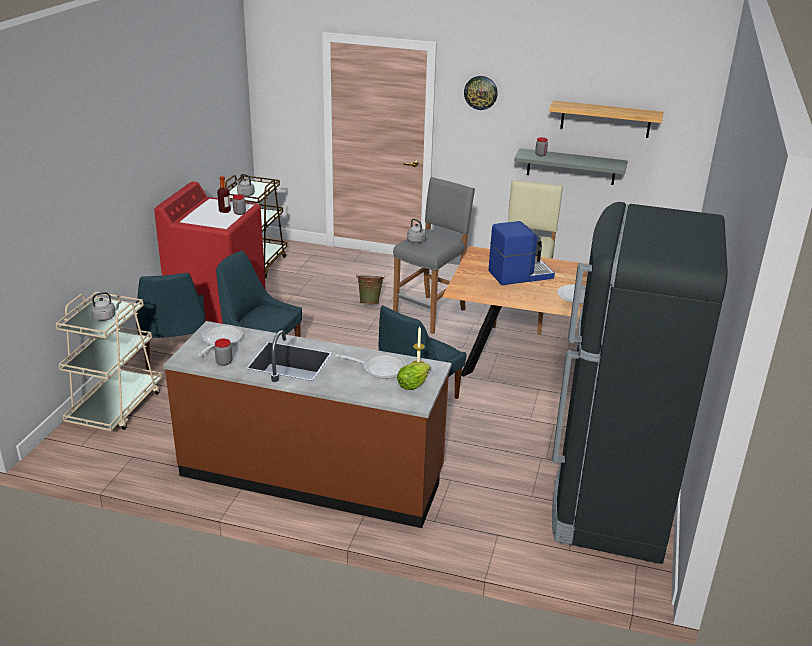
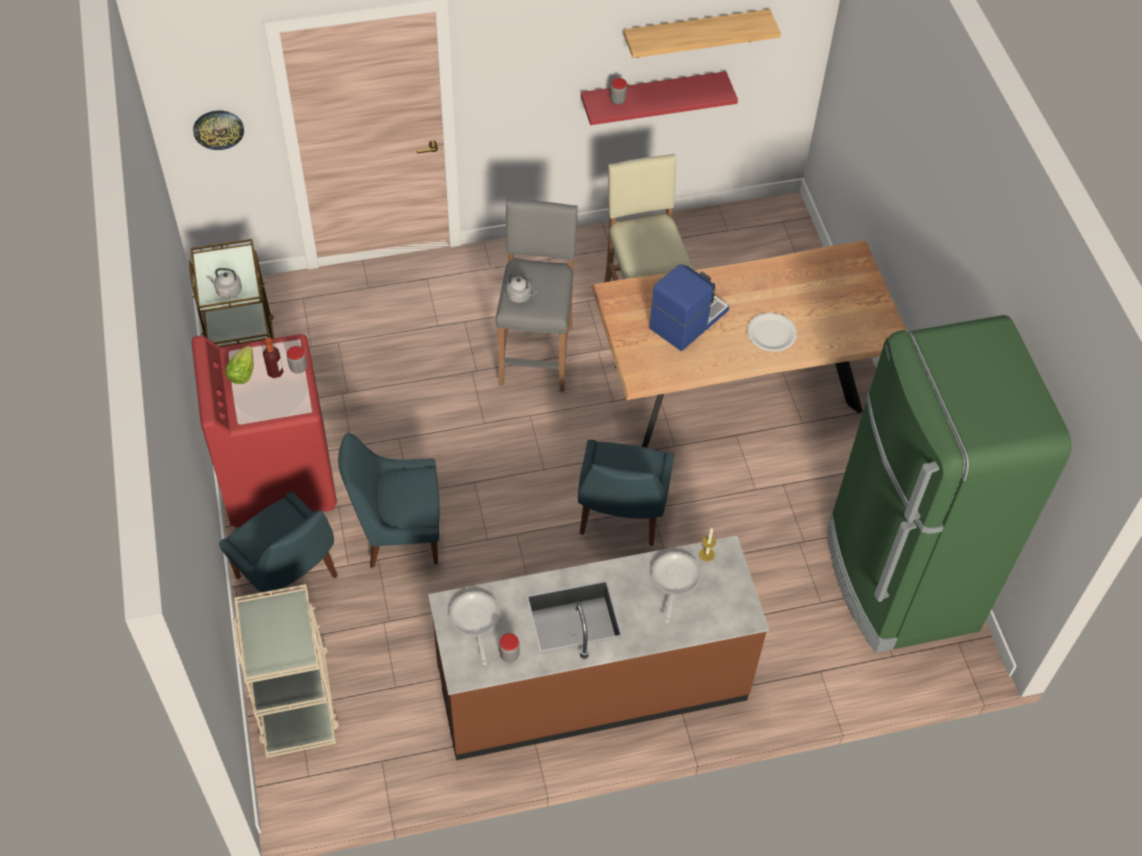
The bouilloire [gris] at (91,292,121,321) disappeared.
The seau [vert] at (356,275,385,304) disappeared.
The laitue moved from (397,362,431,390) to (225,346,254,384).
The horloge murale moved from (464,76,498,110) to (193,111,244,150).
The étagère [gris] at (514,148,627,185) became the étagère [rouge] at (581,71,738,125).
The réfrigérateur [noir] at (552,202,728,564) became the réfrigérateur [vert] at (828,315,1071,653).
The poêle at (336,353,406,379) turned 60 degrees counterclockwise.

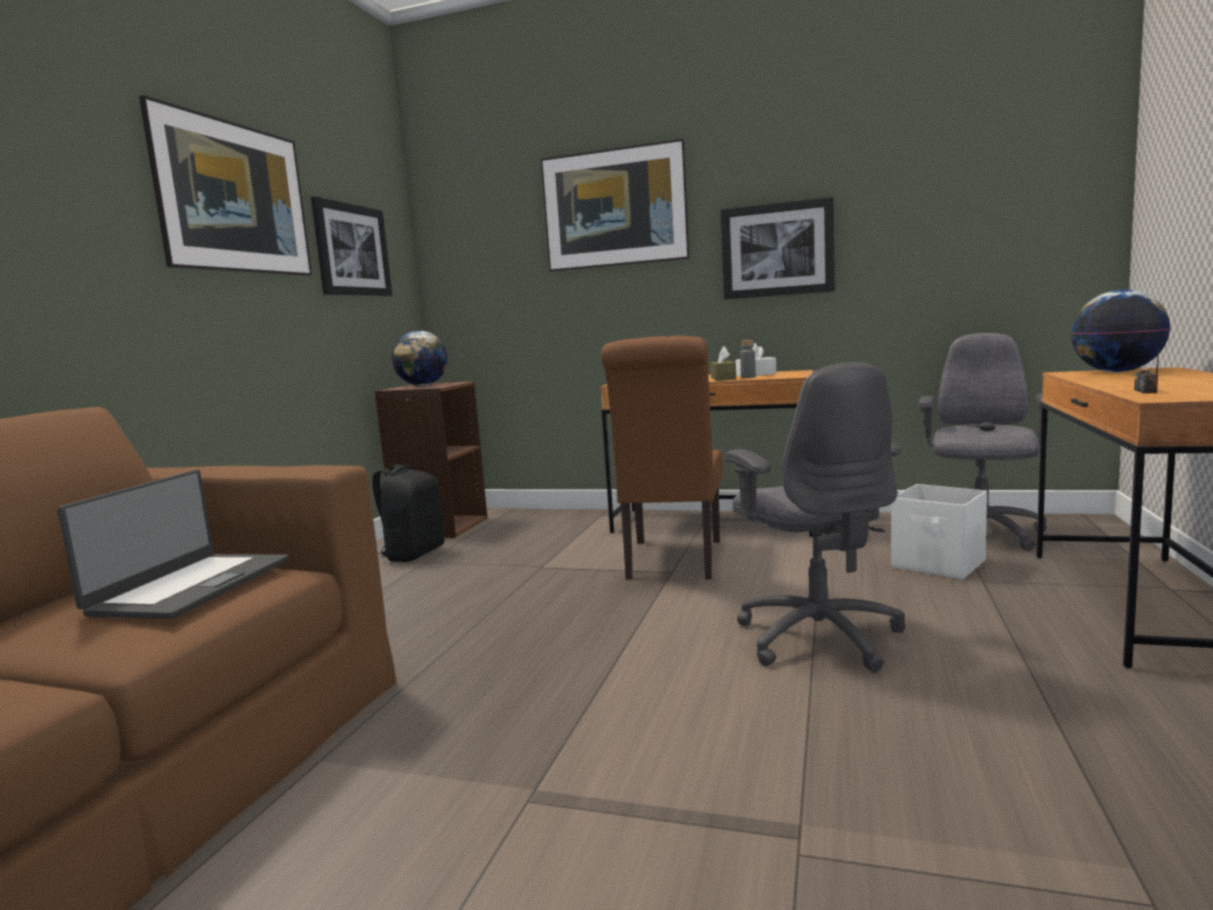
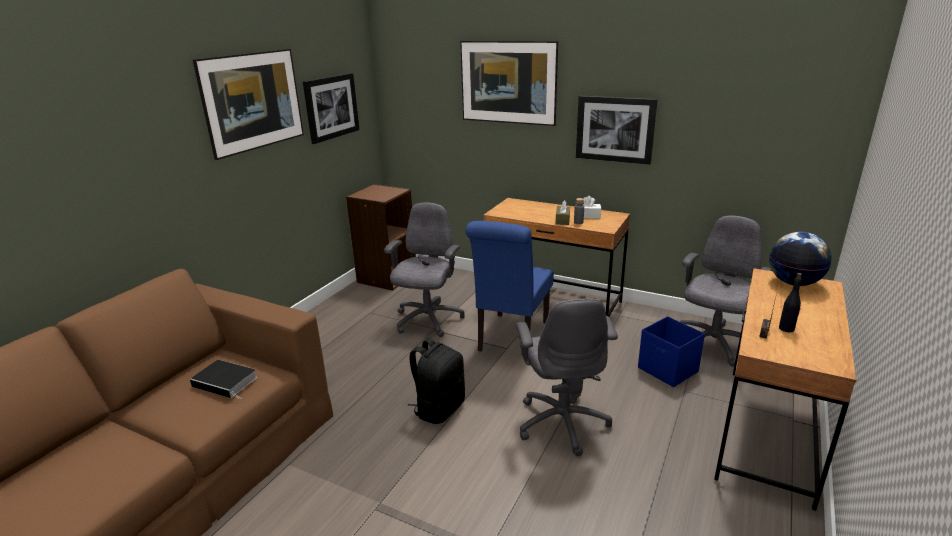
The globe at (392,331,448,386) disappeared.
The chaise de bureau [gris] at (384,202,465,337) appeared.
The bouteille [noir] at (779,273,802,332) appeared.
The sac à dos [noir] moved from (372,465,445,562) to (408,338,465,424).
The ordinateur portable at (57,470,289,619) was replaced by the livre at (190,360,257,399).
The chaise [marron] at (601,336,723,580) became the chaise [bleu] at (466,221,554,359).
The boîte de rangement [blanc] at (891,484,987,580) became the boîte de rangement [bleu] at (638,316,705,387).

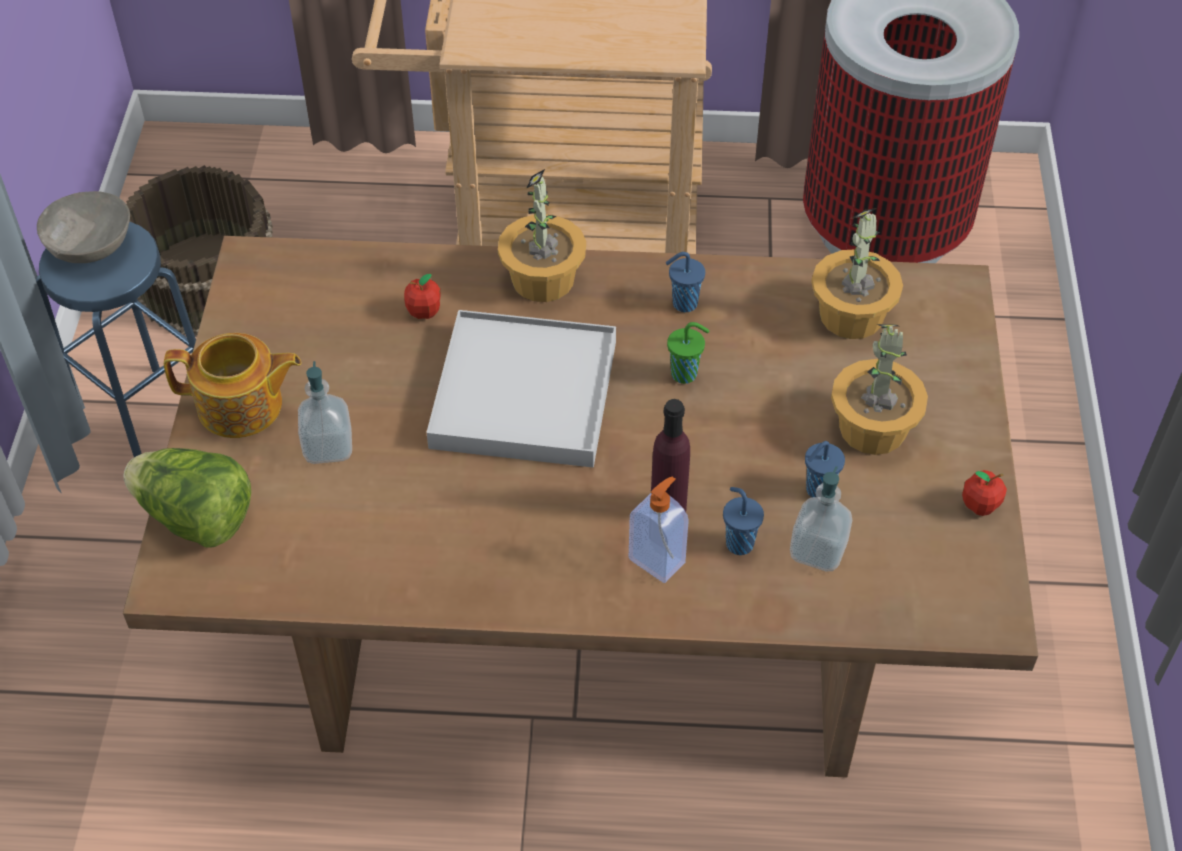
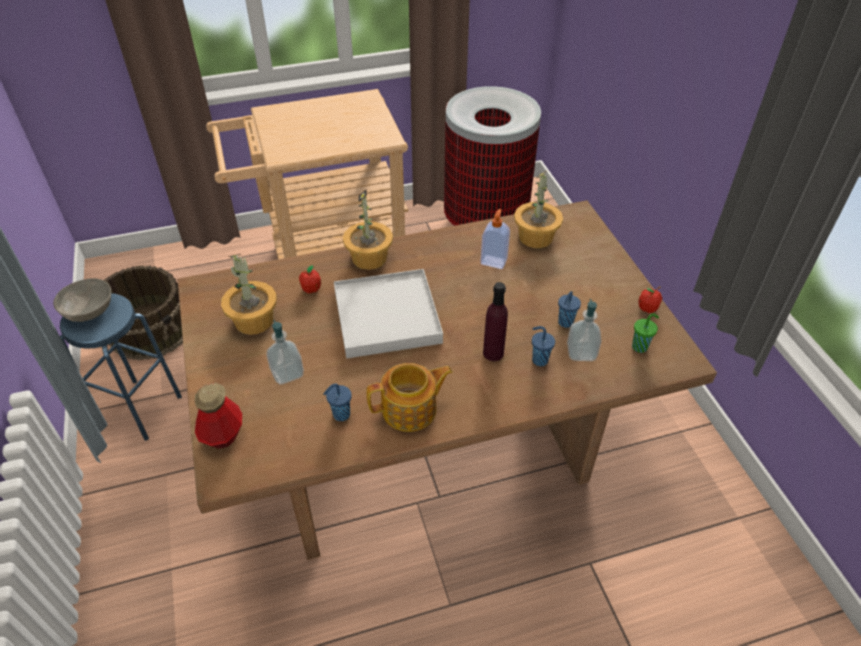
The théière moved from (164,333,301,438) to (366,363,453,432).
The distributeur de savon moved from (629,477,689,583) to (480,209,510,269).
The tasse [bleu] moved from (666,252,705,312) to (323,384,351,421).
The tasse [vert] moved from (667,322,709,384) to (632,313,659,353).
The plante en pot moved from (831,324,928,455) to (221,254,277,335).
The laitue at (123,448,251,548) was replaced by the bouteille at (194,383,242,449).

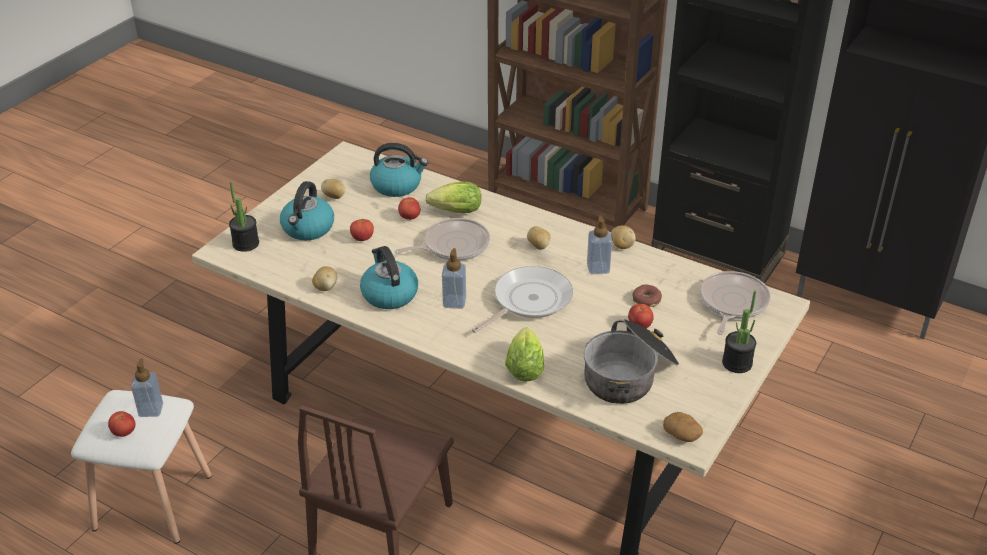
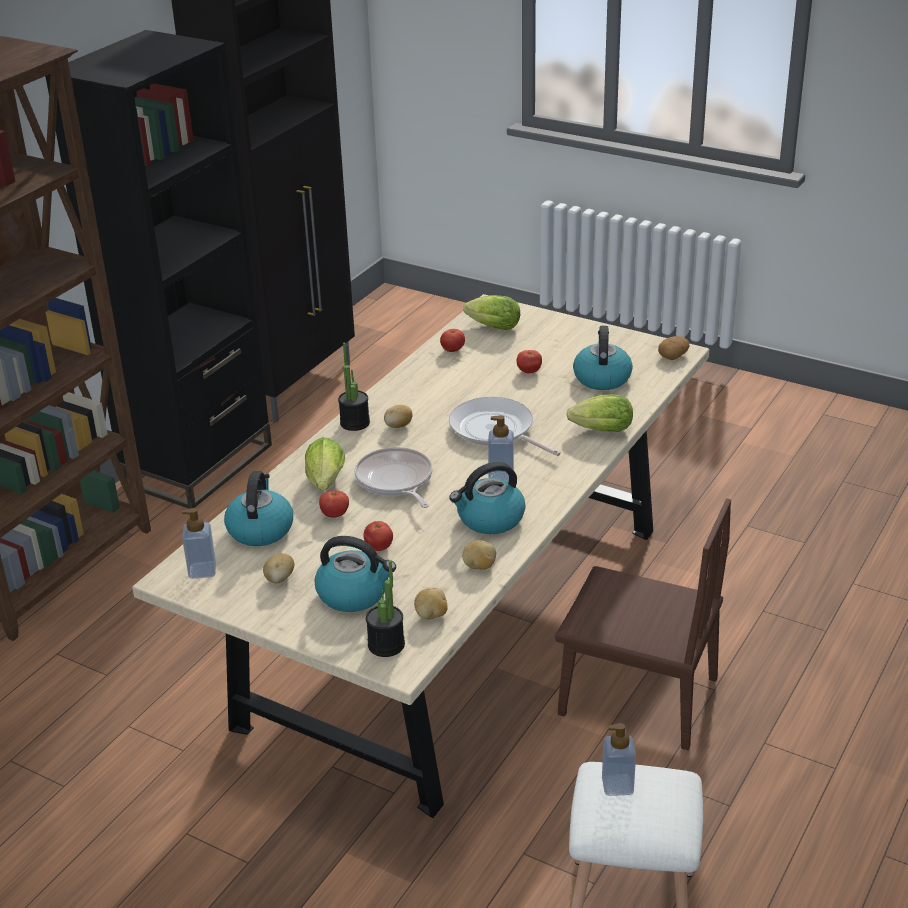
The beignet at (632,284,662,307) disappeared.
The tomate moved from (108,411,135,437) to (440,329,465,352).
The distributeur de savon moved from (587,215,612,274) to (182,508,216,579).
The pomme de terre moved from (610,226,635,249) to (414,588,448,620).
The plante en pot moved from (722,291,756,373) to (338,343,370,431).
The marmite at (584,319,679,404) was replaced by the bouilloire at (573,326,633,390).
The poêle at (700,271,771,335) was replaced by the laitue at (463,295,520,330).

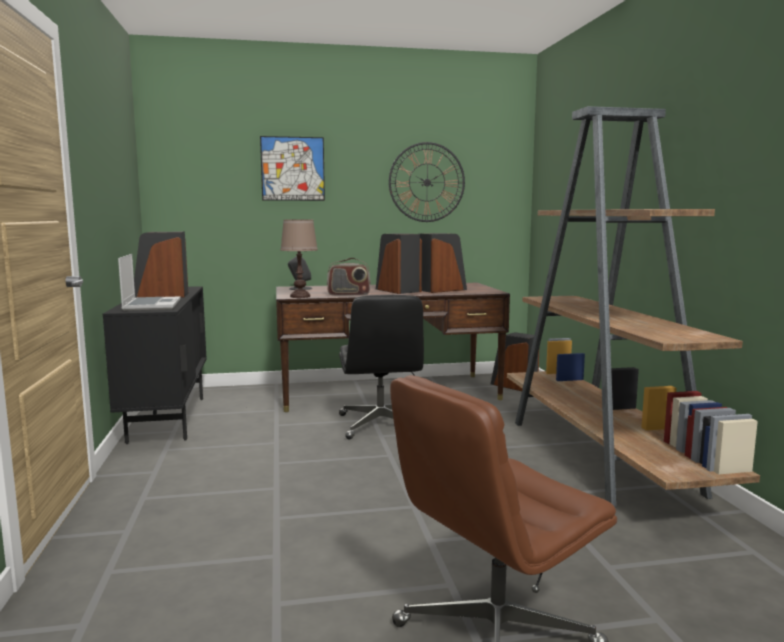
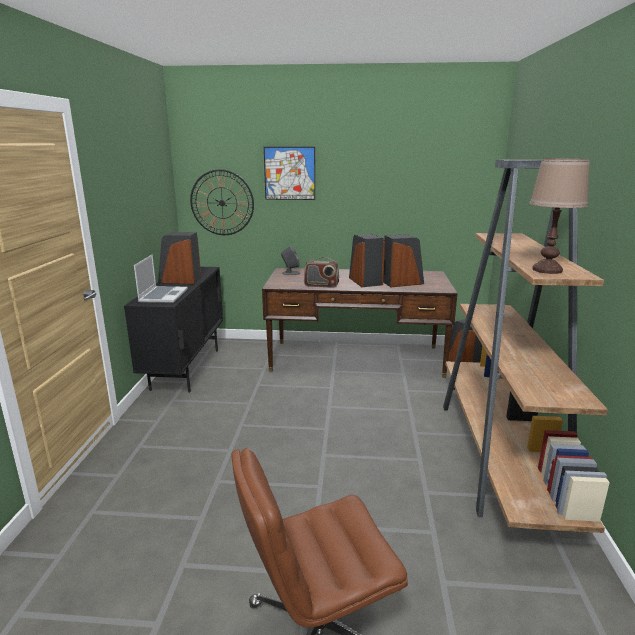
The chaise de bureau [noir] at (339,295,424,440) disappeared.
The lampe de table [marron] moved from (280,220,318,298) to (529,159,590,274).
The horloge murale moved from (389,142,465,222) to (190,169,254,235).

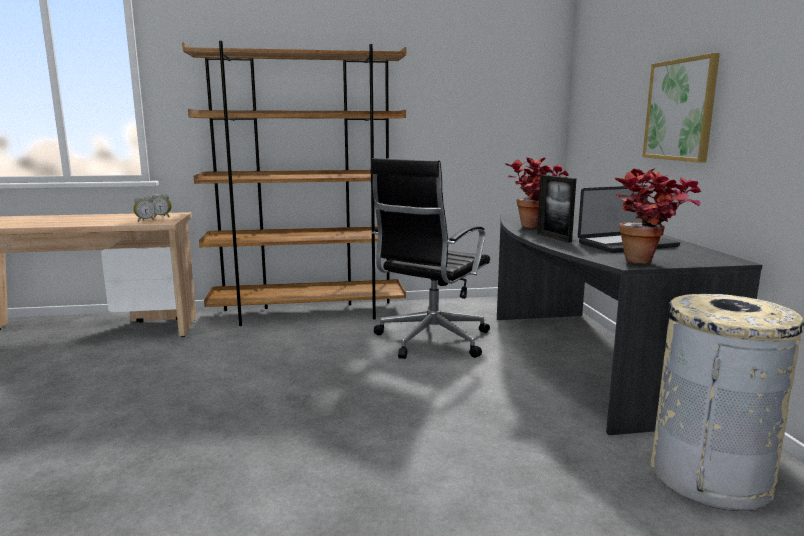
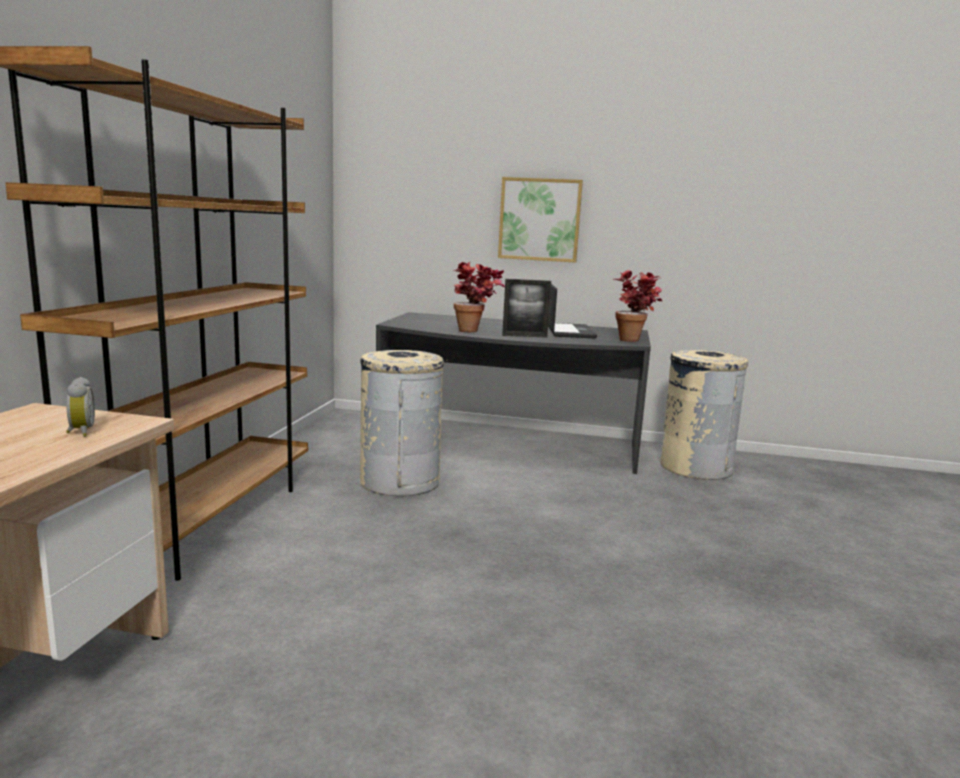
The réveil at (152,194,172,217) disappeared.
The chaise de bureau [noir] at (370,158,490,359) was replaced by the poubelle [beige] at (360,350,444,496).

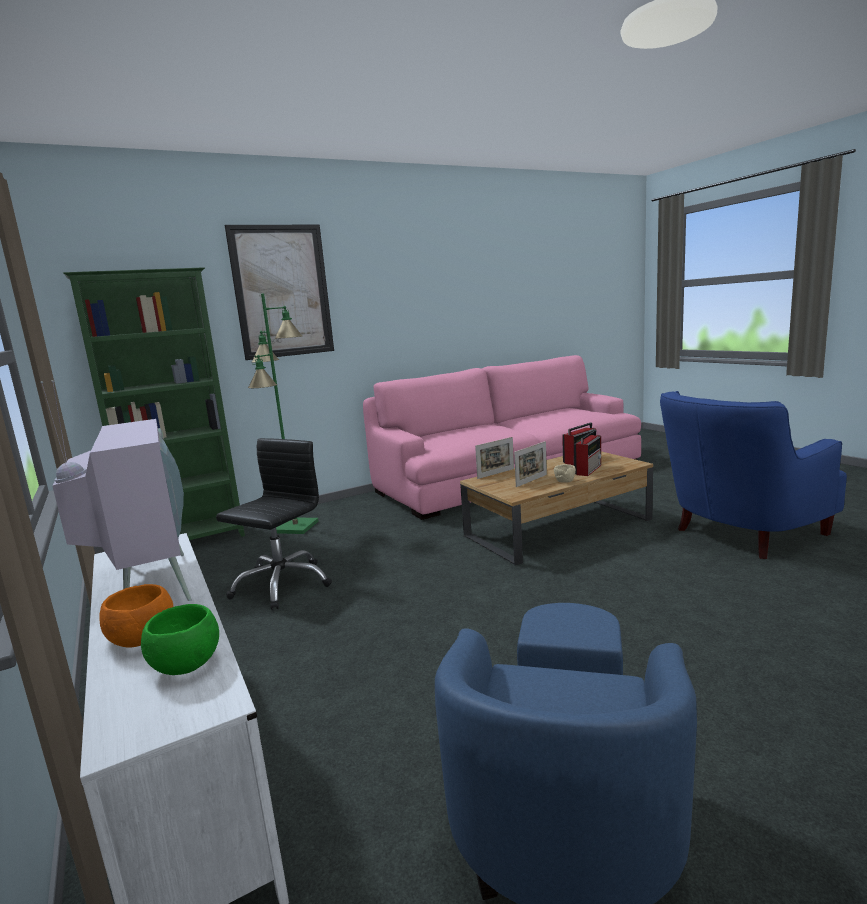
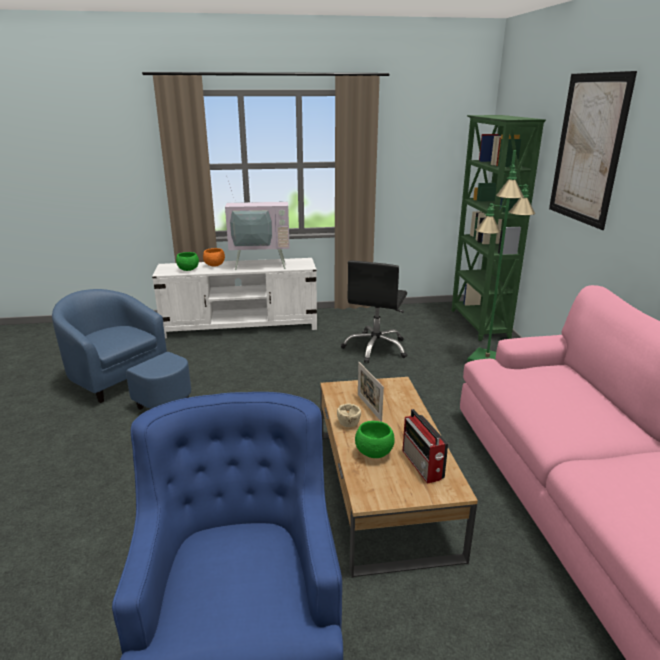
The cadre photo at (475,437,514,479) disappeared.
The radio at (573,430,601,476) was replaced by the bol [vert] at (355,421,394,458).
The chaise de bureau [noir] at (216,438,332,610) turned 60 degrees clockwise.

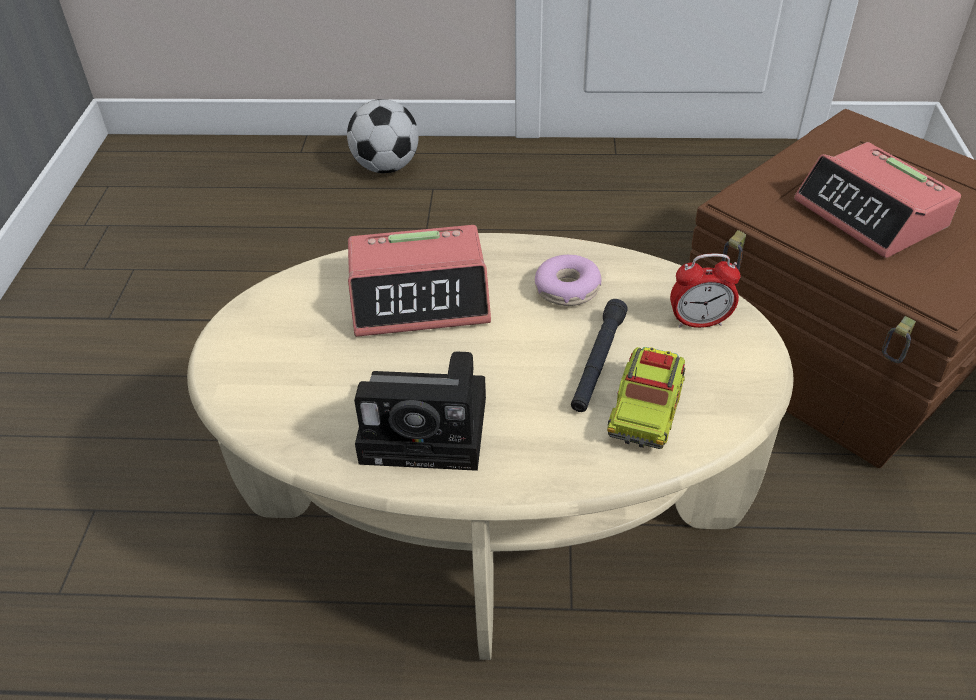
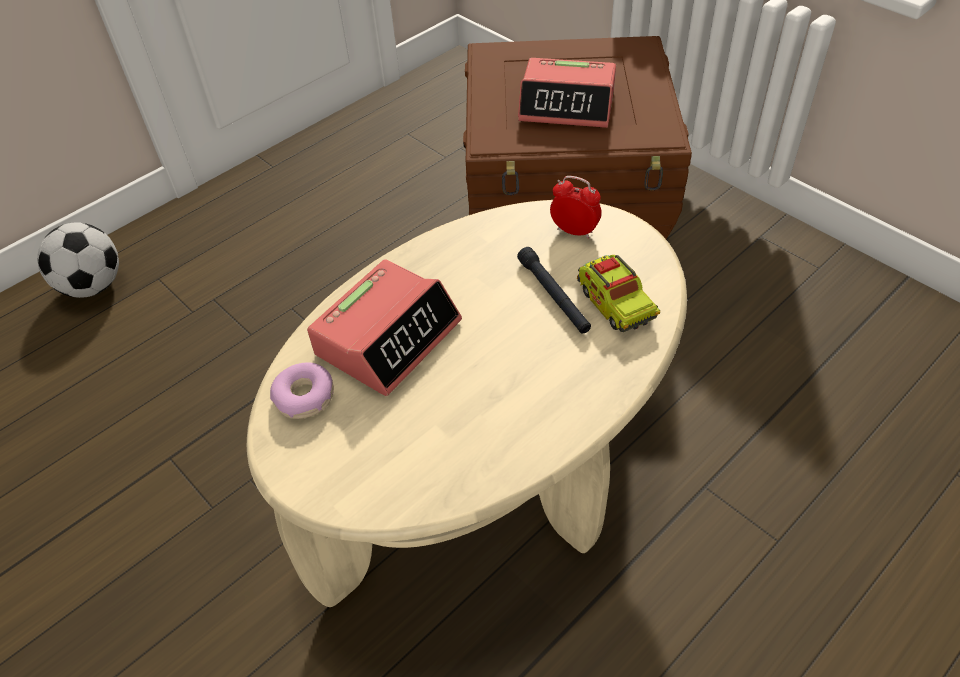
The appareil photo at (354,351,486,471) disappeared.
The beignet moved from (535,255,602,306) to (270,362,334,419).
The réveil at (670,254,741,328) turned 105 degrees counterclockwise.

